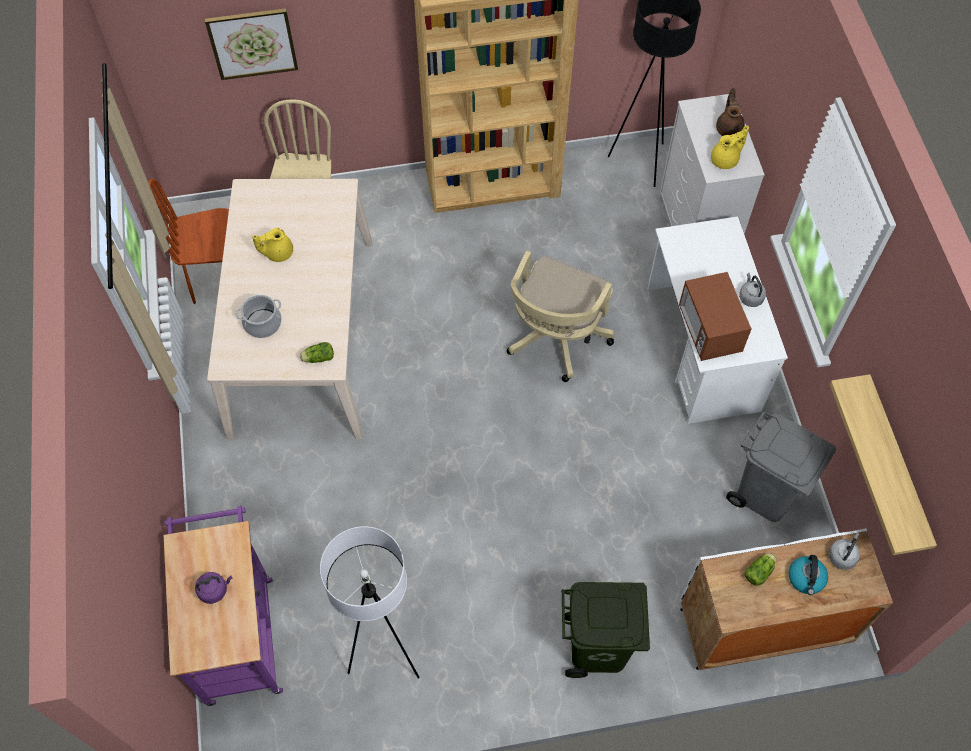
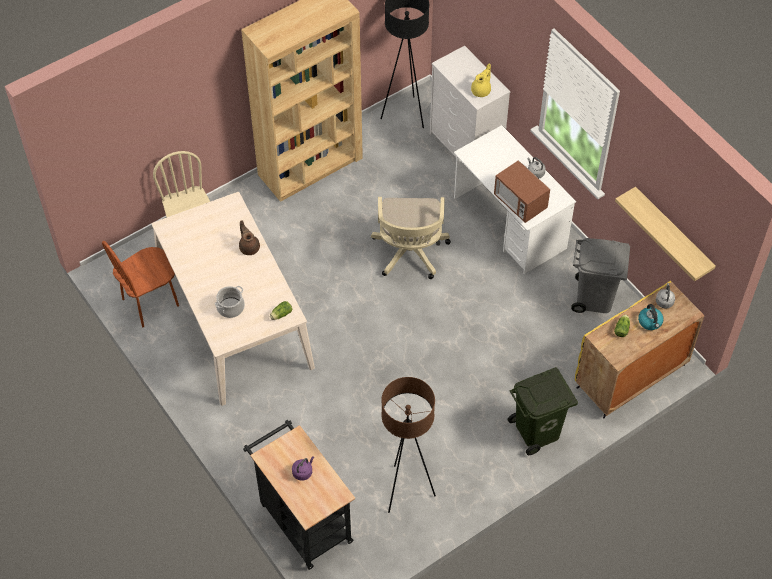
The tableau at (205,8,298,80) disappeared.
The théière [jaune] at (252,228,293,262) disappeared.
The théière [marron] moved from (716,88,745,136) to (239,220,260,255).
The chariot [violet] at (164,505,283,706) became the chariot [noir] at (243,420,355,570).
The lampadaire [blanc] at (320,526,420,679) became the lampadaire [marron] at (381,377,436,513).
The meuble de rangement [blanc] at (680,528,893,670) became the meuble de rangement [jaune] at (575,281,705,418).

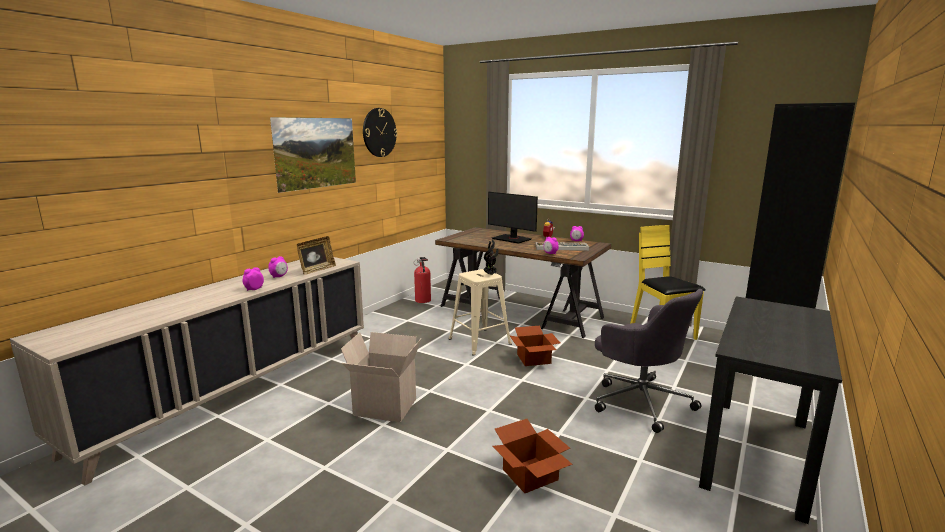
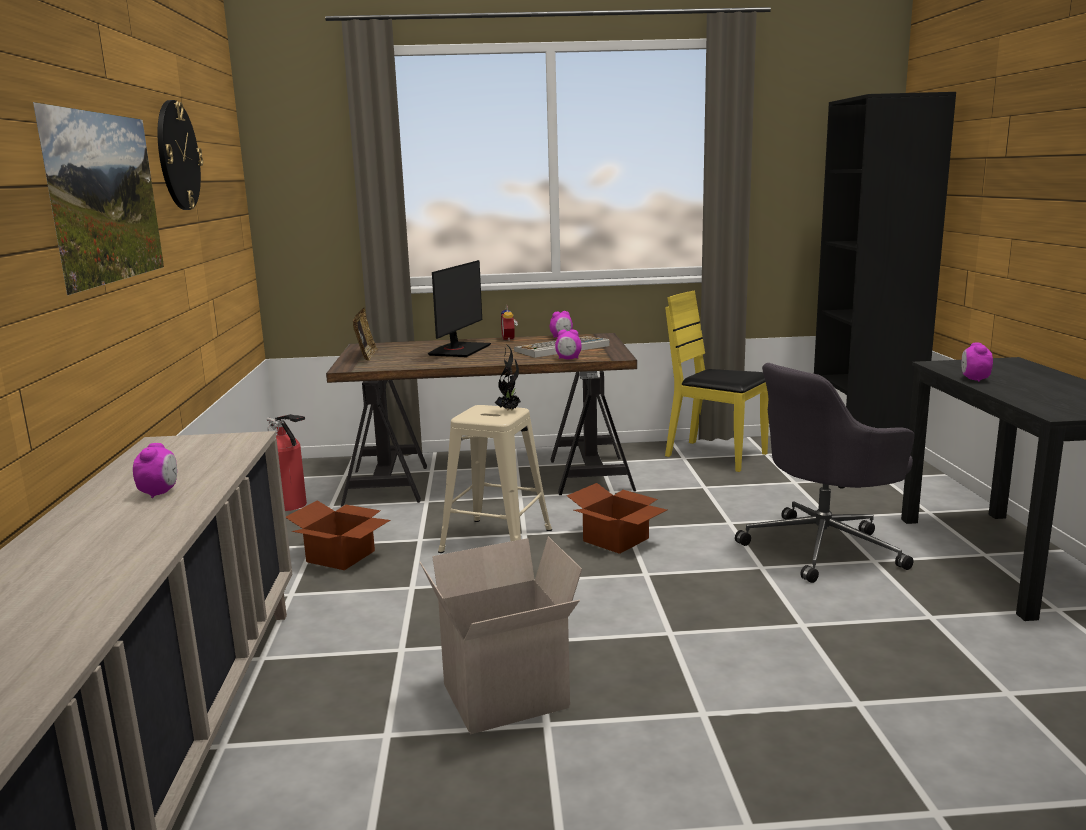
The réveil moved from (242,267,264,291) to (961,343,993,382).
The cadre photo moved from (297,236,336,275) to (353,308,378,361).
The carton moved from (493,419,573,493) to (286,500,391,570).
The écran d'ordinateur at (488,192,538,244) turned 75 degrees counterclockwise.
The chaise de bureau [gris] at (595,289,703,433) turned 135 degrees clockwise.

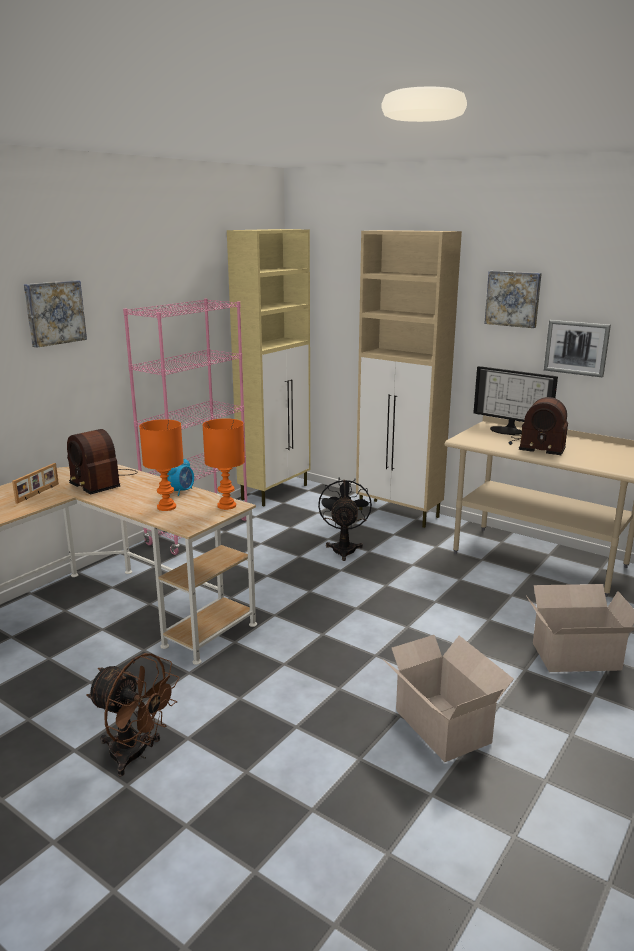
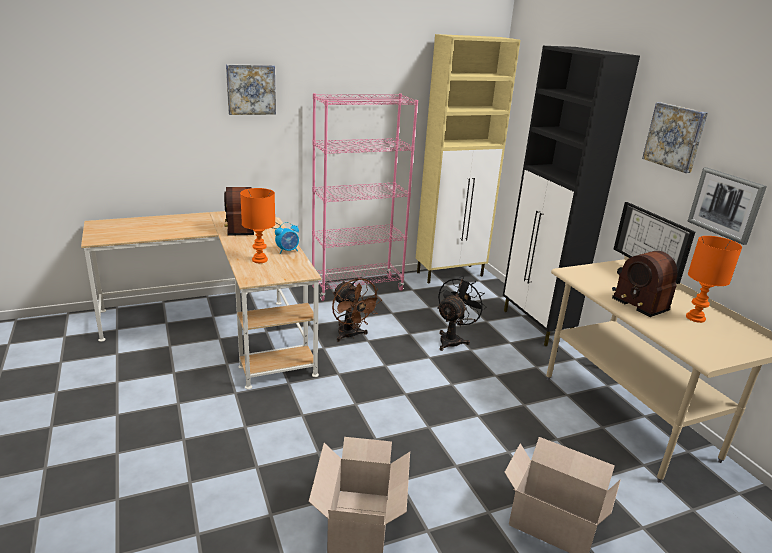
The cadre photo at (12,463,59,504) disappeared.
The ventilateur [marron] moved from (86,653,180,776) to (332,278,382,342).
The lampe de table [orange] moved from (202,418,245,510) to (686,236,742,323).
The meuble de rangement [beige] at (356,230,462,528) became the meuble de rangement [noir] at (503,46,640,346).

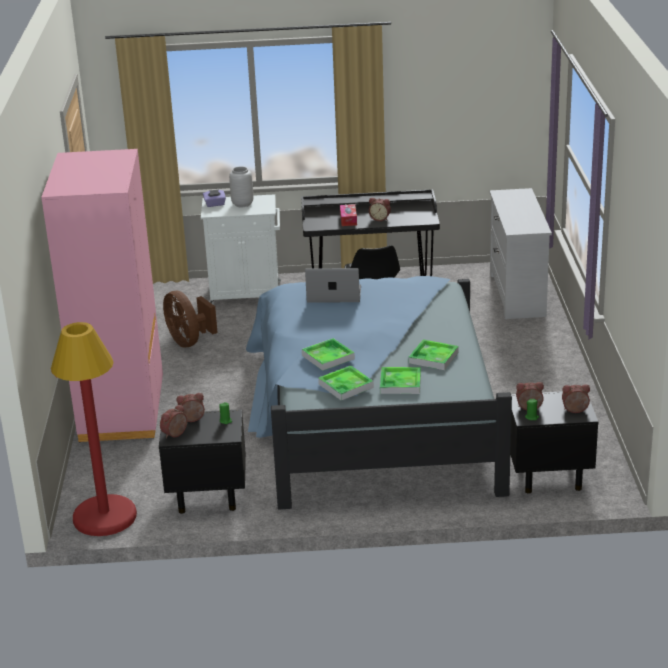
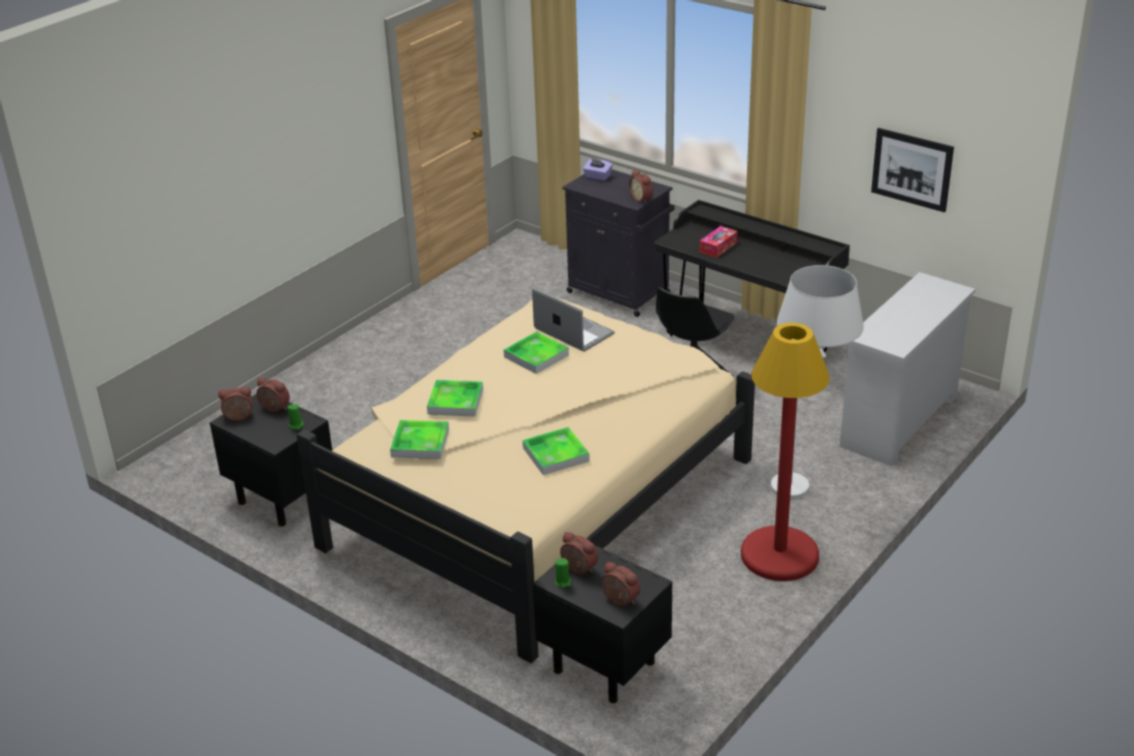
The armoire [rose] at (41,149,163,442) disappeared.
The ventilateur [marron] at (163,291,218,348) disappeared.
The vase [gris] at (229,167,253,207) disappeared.
The lampadaire [blanc] at (771,265,864,499) appeared.
The tableau at (871,128,954,212) appeared.
The lampadaire [rouge] moved from (51,322,137,536) to (741,323,830,581).
The réveil moved from (369,198,391,221) to (629,169,654,204).
The plateau moved from (380,367,421,394) to (504,332,569,374).
The meuble de rangement [blanc] at (201,194,281,304) became the meuble de rangement [noir] at (562,169,675,317).
The lit [bleu] at (246,276,512,510) became the lit [beige] at (297,299,755,663).

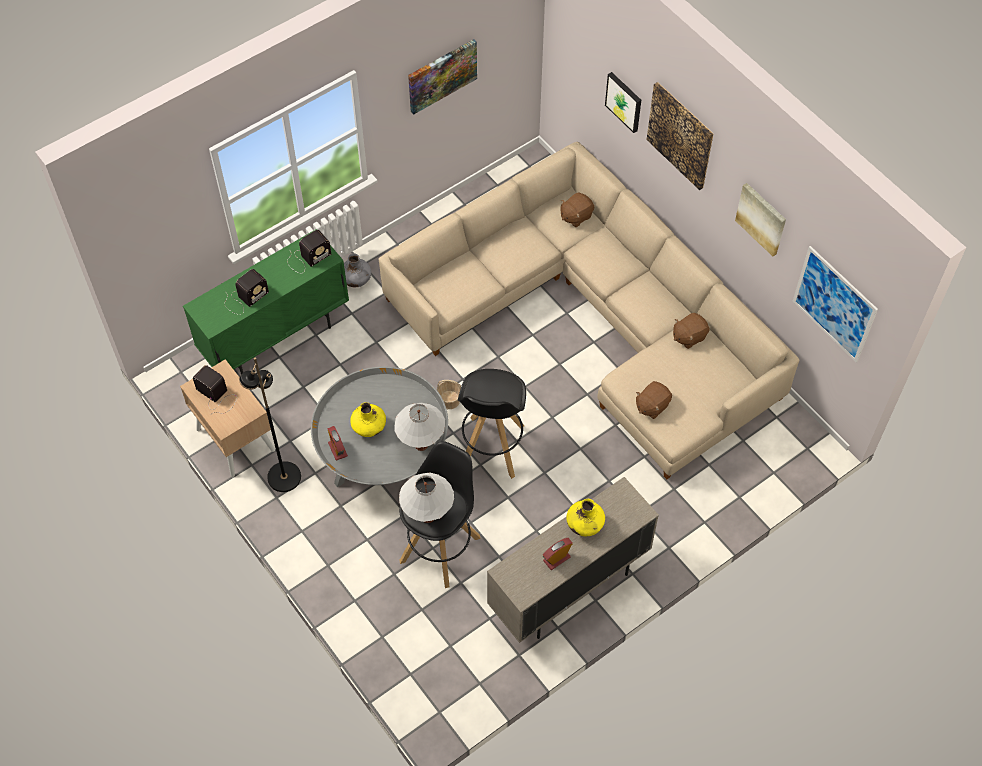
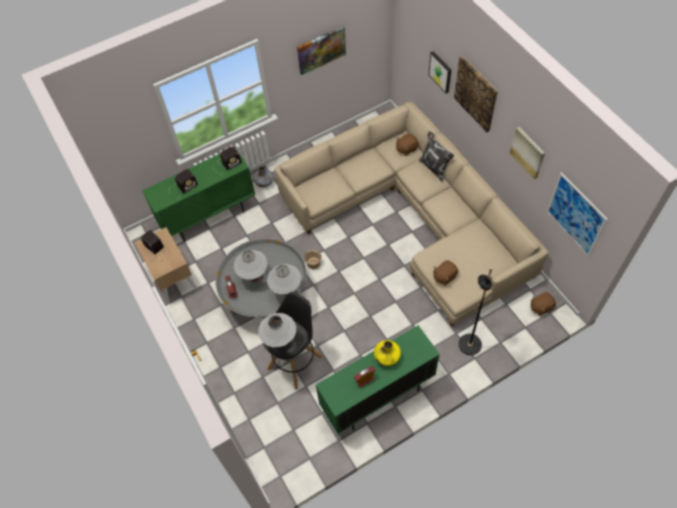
The tabouret [noir] at (458,369,526,479) disappeared.
The coussin at (419,131,454,182) appeared.
The lampadaire [noir] moved from (239,357,301,492) to (458,268,492,355).
The peluche [marron] moved from (673,313,710,349) to (531,292,556,316).
The vase [jaune] at (350,402,386,437) was replaced by the lampe de table [blanc] at (234,250,268,282).
The meuble de rangement [beige] at (487,477,659,643) became the meuble de rangement [vert] at (316,325,440,434).

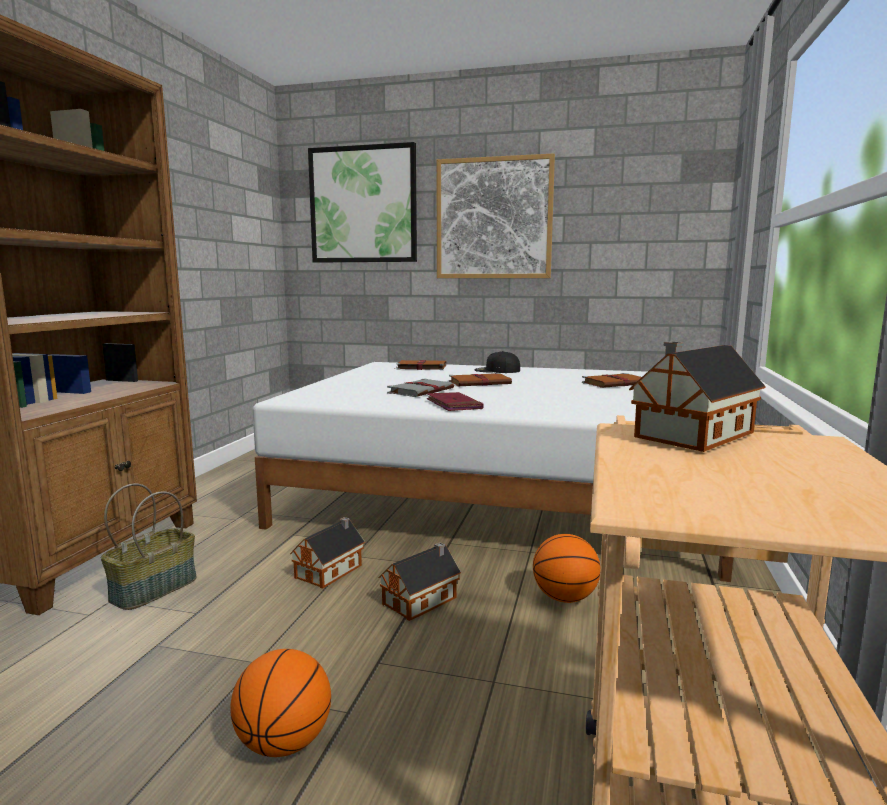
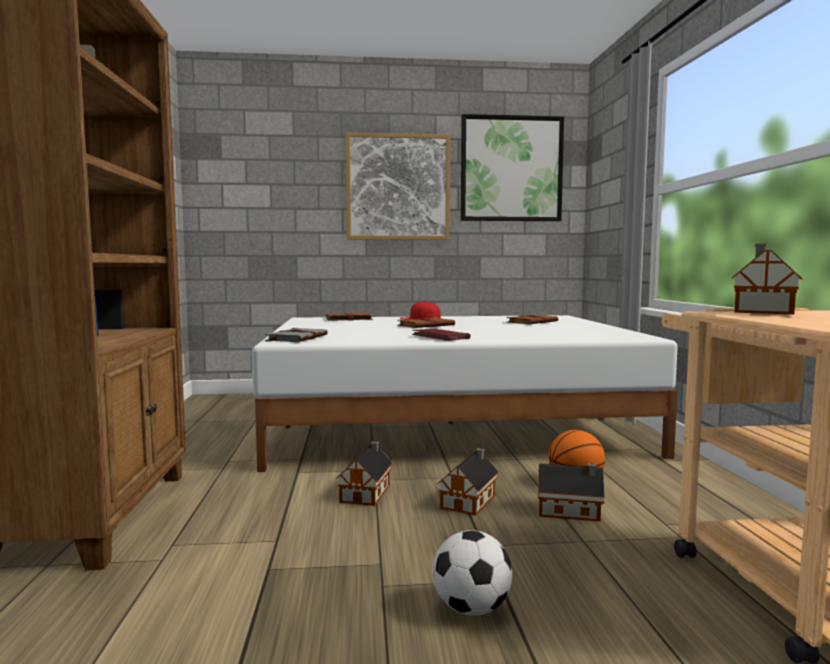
The panier at (101,483,197,610) disappeared.
The maison miniature at (538,463,605,521) appeared.
The tableau moved from (308,142,417,263) to (461,114,564,221).
The livre [gris] moved from (387,379,454,397) to (265,328,328,342).
The ballon de basket at (230,649,331,757) was replaced by the ballon de foot at (433,530,512,616).
The casquette [noir] at (475,351,520,373) became the casquette [rouge] at (400,301,441,320).

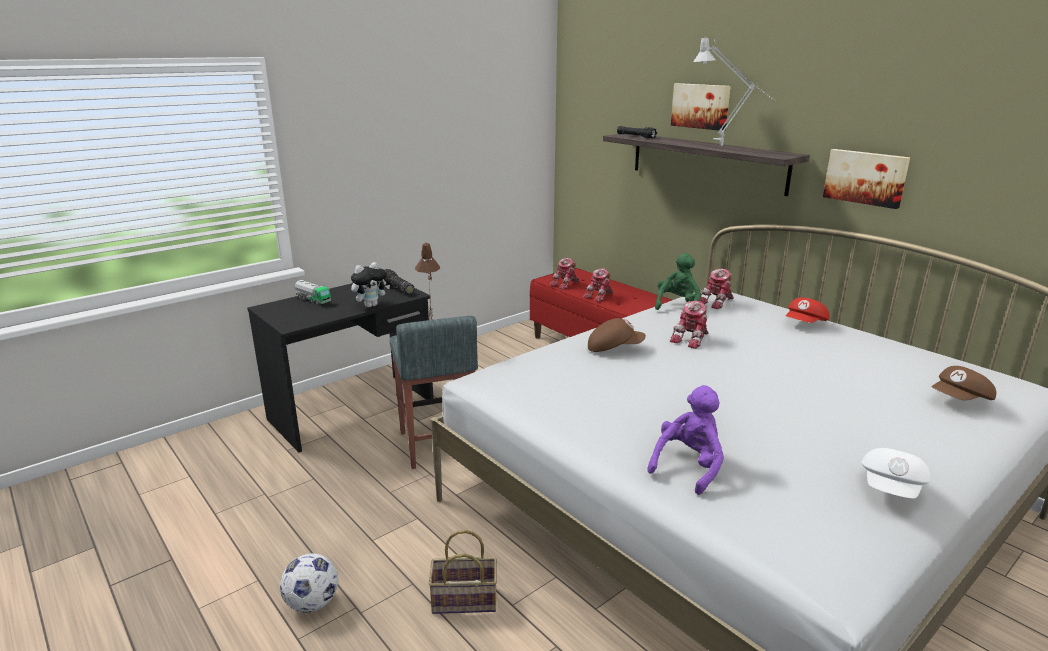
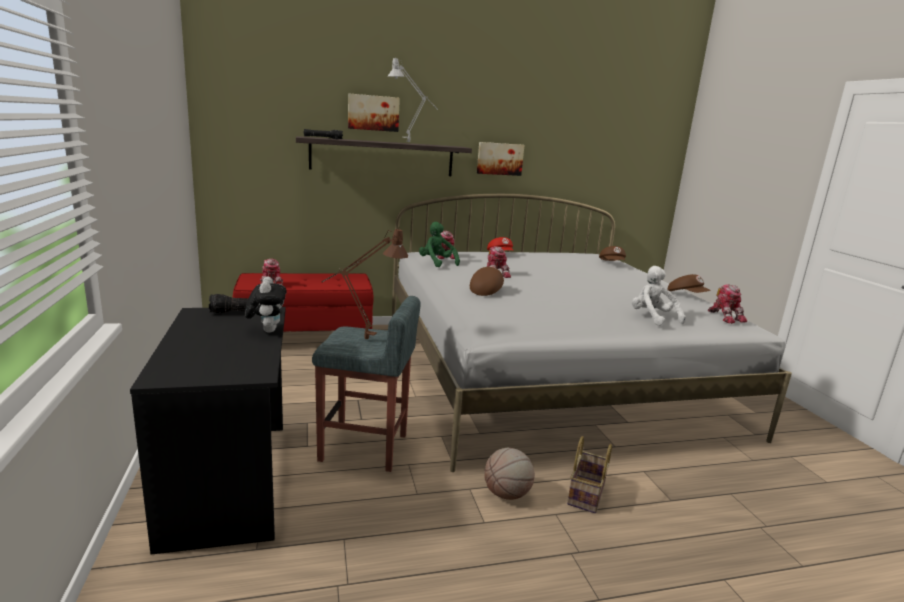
The ballon de foot at (280,553,338,613) disappeared.
The camion jouet at (295,280,331,305) disappeared.
The ballon de basket at (484,448,535,500) appeared.
The robot jouet moved from (583,268,613,302) to (708,284,747,324).
The peluche [violet] at (647,385,724,495) became the peluche [blanc] at (632,266,686,326).
The casquette [blanc] at (861,448,930,498) became the casquette [marron] at (667,274,711,293).

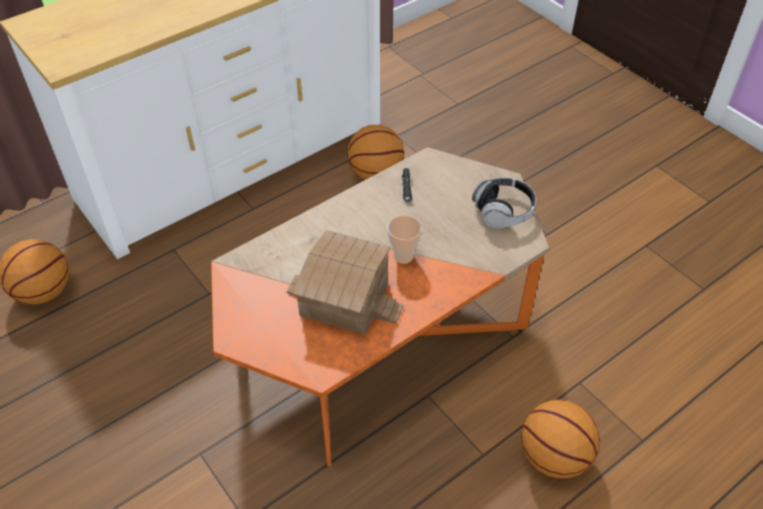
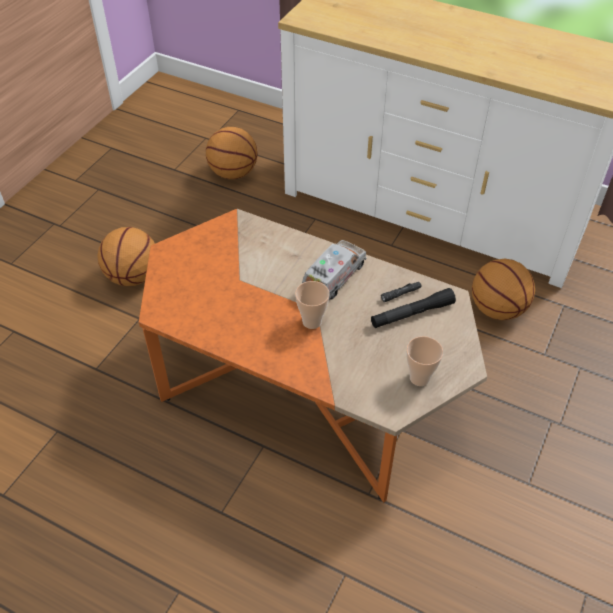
The maison miniature at (287,230,403,335) disappeared.
The camion jouet at (302,240,367,300) appeared.
The lampe de poche [noir] at (371,288,456,328) appeared.
The ballon de basket moved from (521,399,600,478) to (97,227,155,286).
The casque audio at (472,177,536,228) was replaced by the tasse at (406,336,443,386).

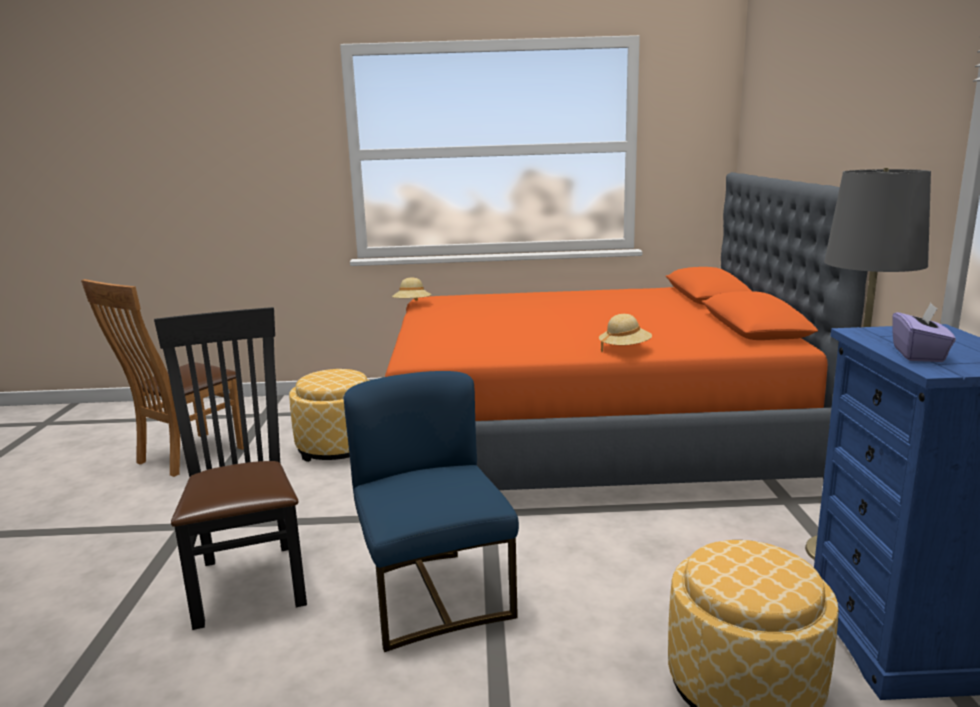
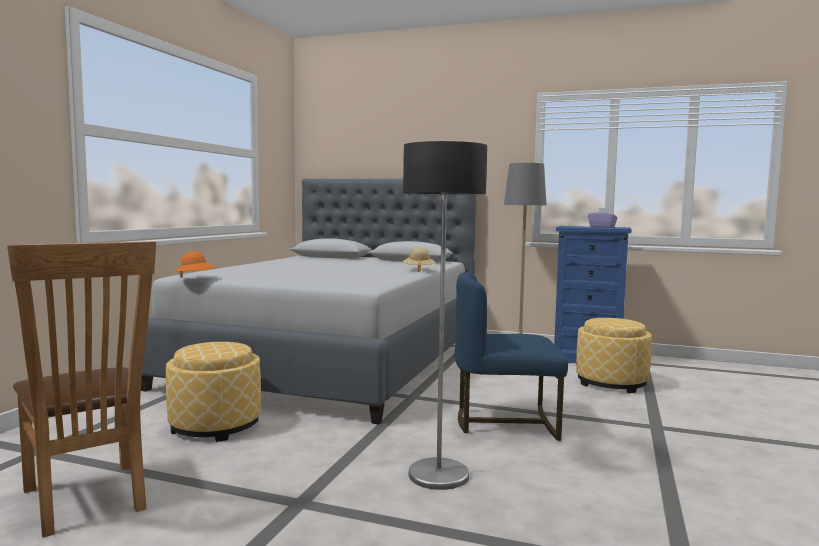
The chaise [noir] at (154,307,307,630) was replaced by the lampadaire at (403,141,487,490).
The lit [orange] at (385,172,868,490) became the lit [gris] at (141,179,476,425).
The chapeau [beige] at (392,278,431,301) became the chapeau [orange] at (175,252,216,278).

